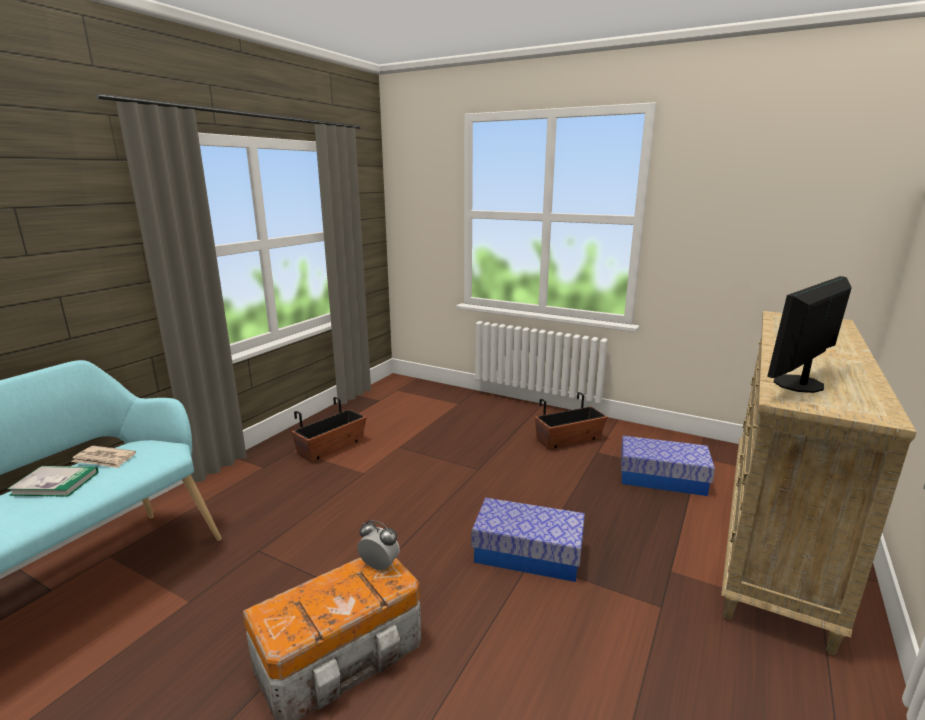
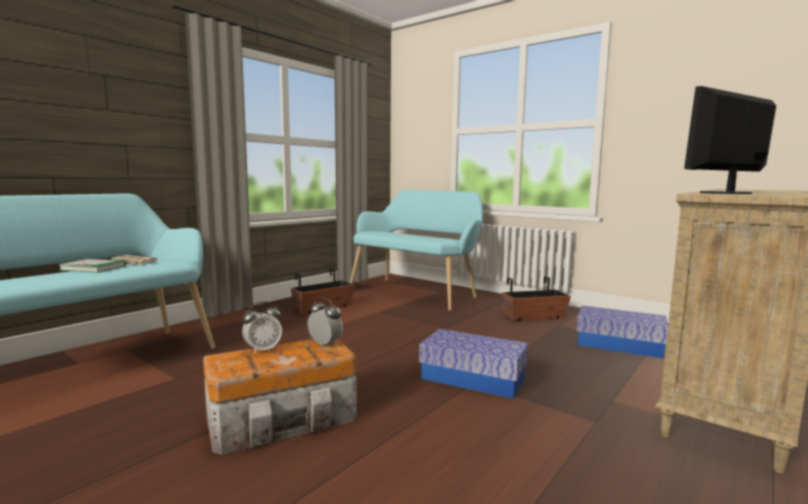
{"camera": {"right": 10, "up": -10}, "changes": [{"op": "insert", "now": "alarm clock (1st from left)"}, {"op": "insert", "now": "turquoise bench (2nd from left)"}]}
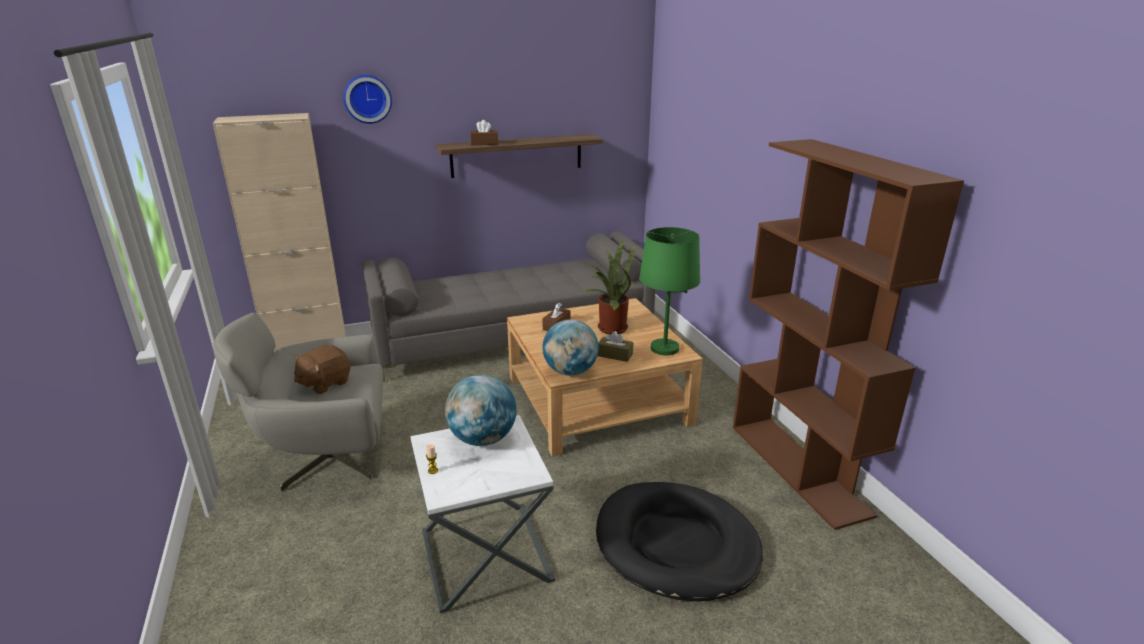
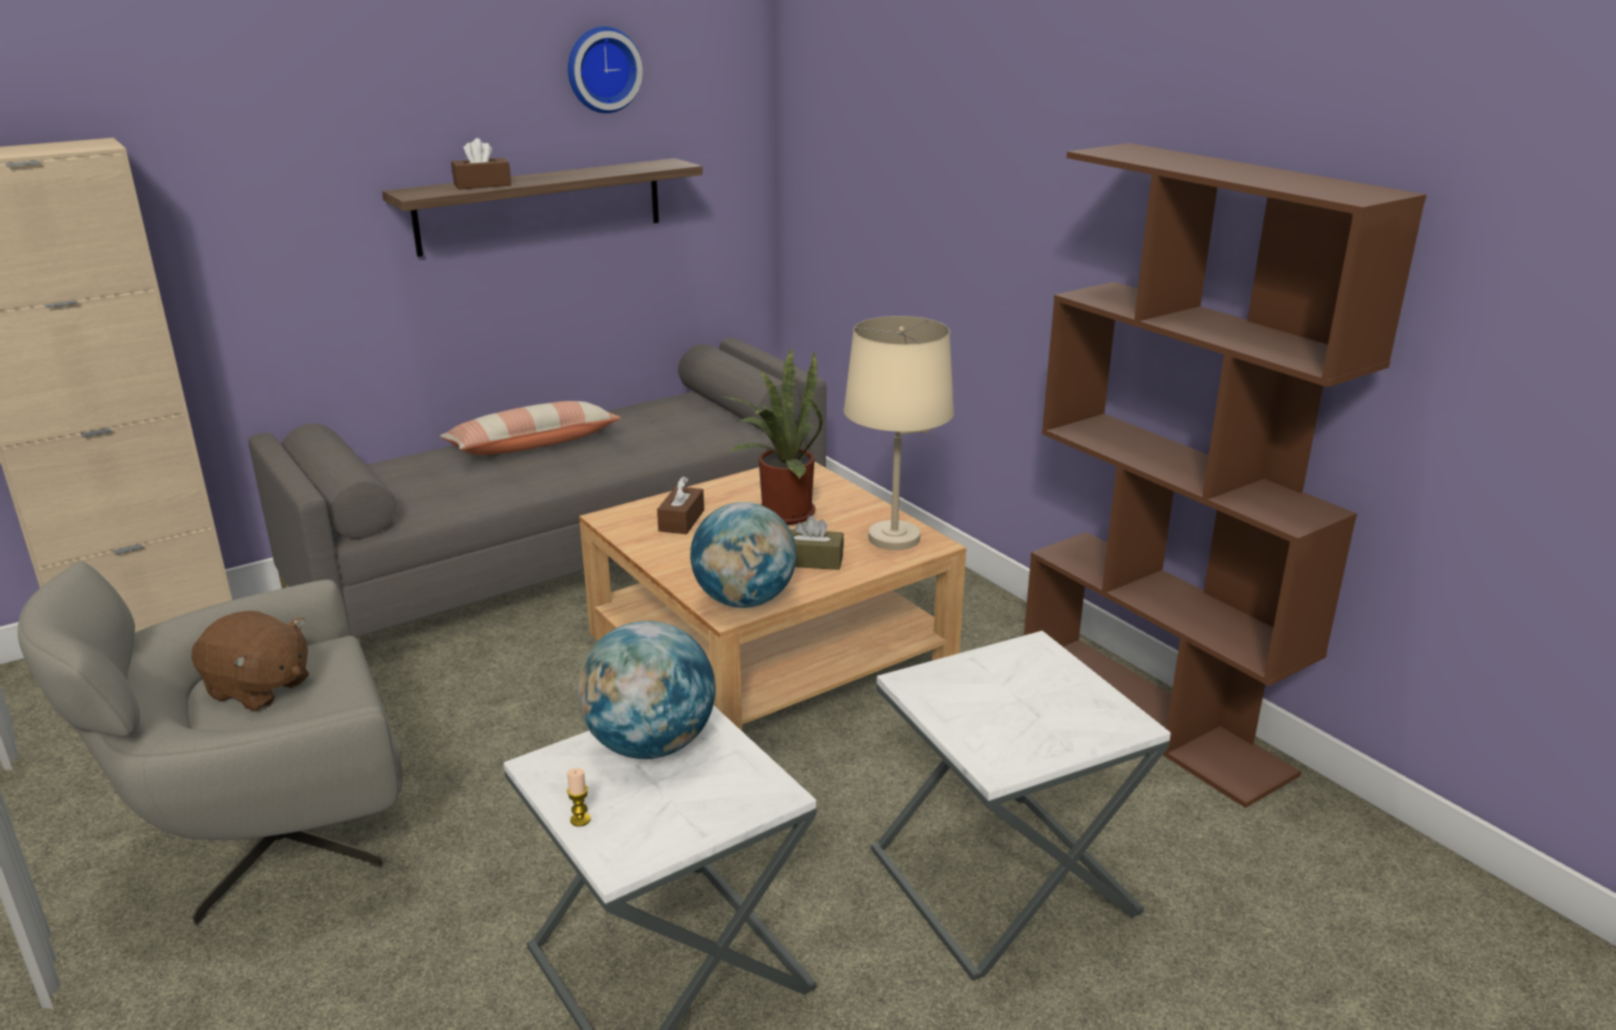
{"camera": {"right": -15, "up": 0}, "changes": [{"op": "rotate", "was": "brown plush toy", "clockwise": -90}, {"op": "insert", "now": "pillow"}, {"op": "move", "was": "wall clock"}, {"op": "recolor", "was": "green table lamp", "now": "beige table lamp"}, {"op": "replace", "was": "black dog bed", "now": "white side table (2nd from left)"}]}
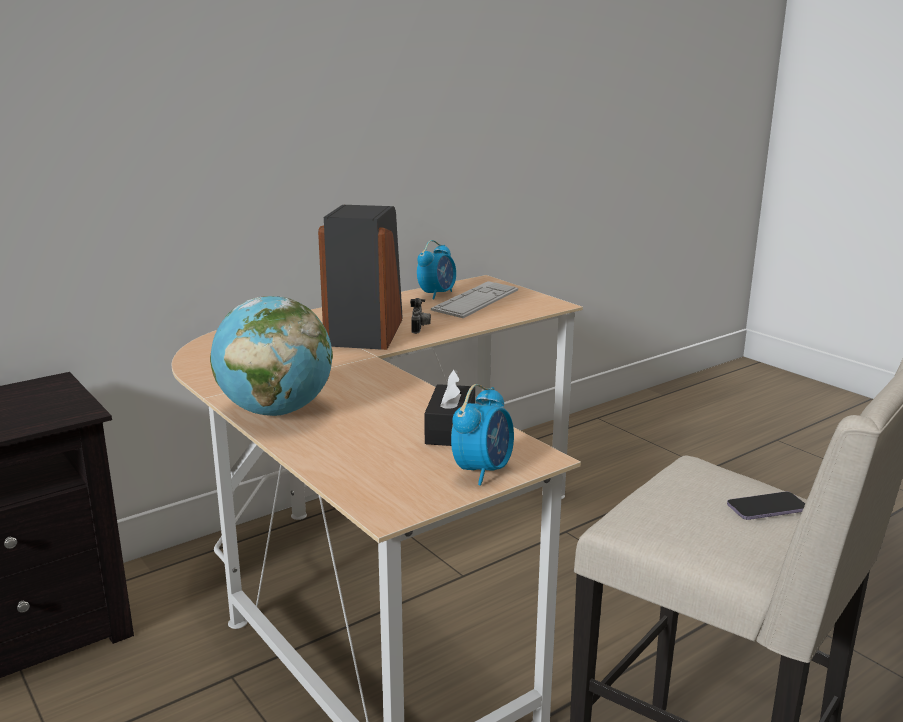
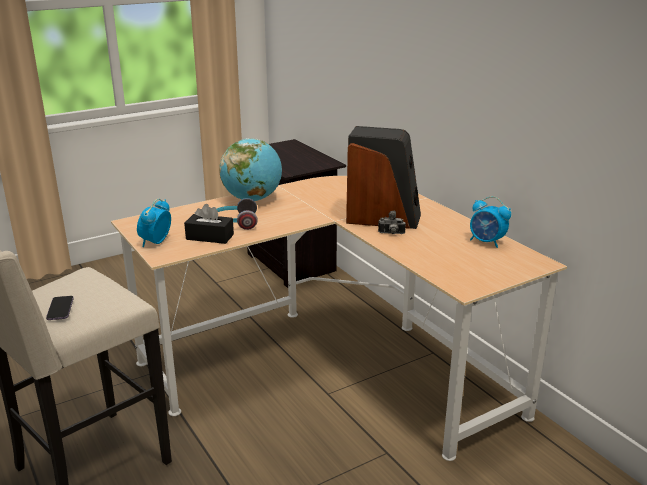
{"camera": {"right": 95, "up": 5}, "changes": [{"op": "rotate", "was": "alarm clock (2nd from left in the first image)", "clockwise": 75}, {"op": "insert", "now": "headphones"}, {"op": "delete", "was": "keyboard"}]}
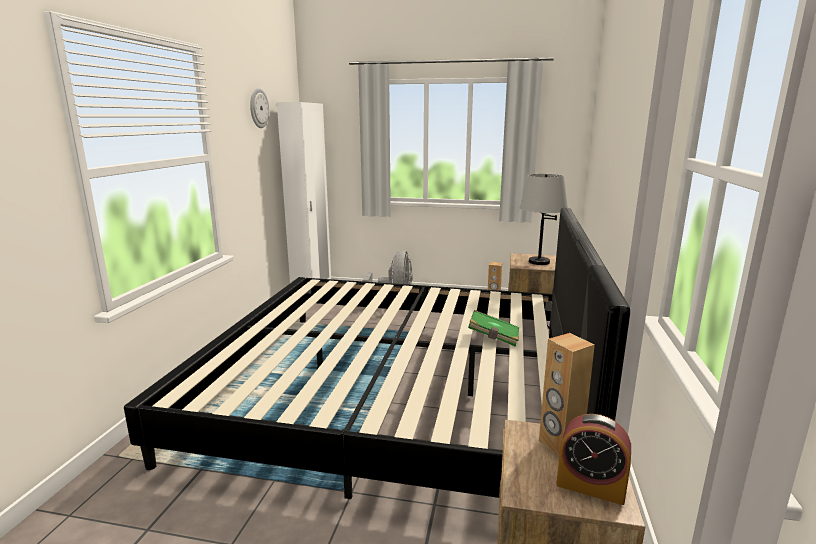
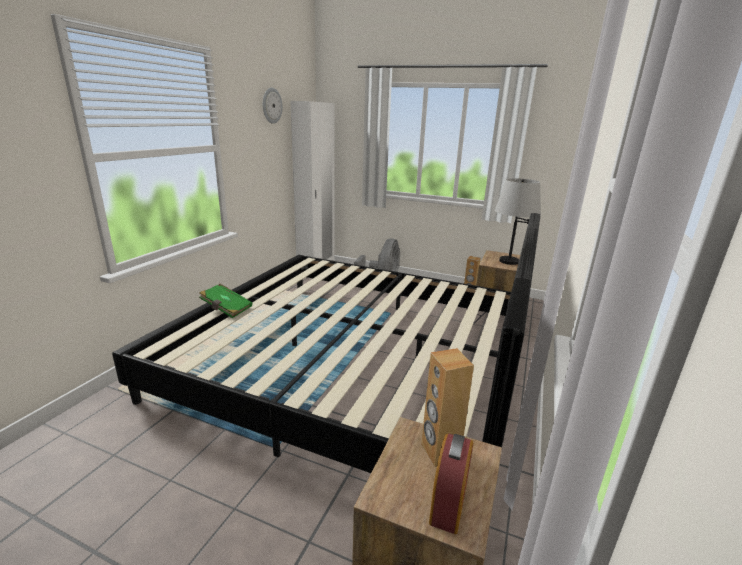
{"camera": {"right": 10, "up": 5}, "changes": [{"op": "move", "was": "green book"}, {"op": "rotate", "was": "alarm clock", "clockwise": -105}]}
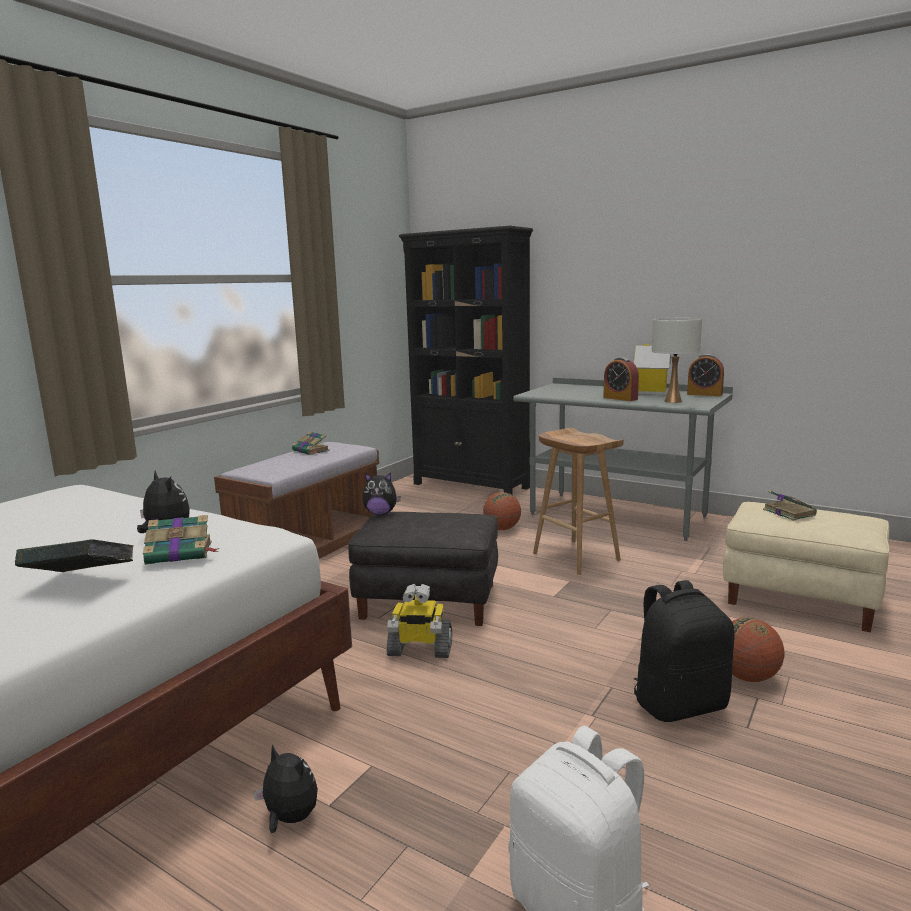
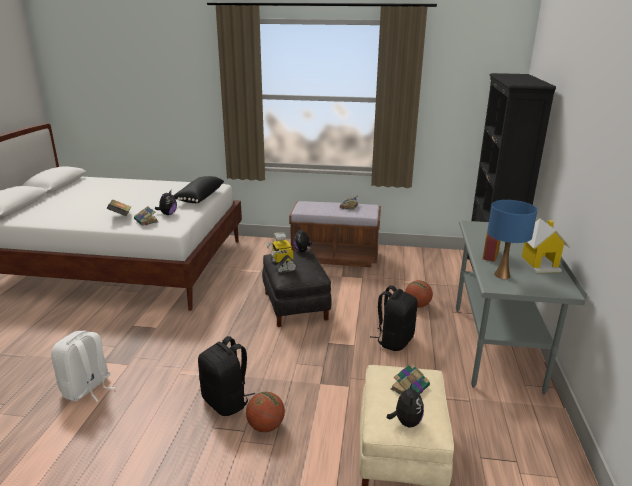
{"camera": {"right": 65, "up": 10}, "changes": [{"op": "insert", "now": "black pillow"}, {"op": "move", "was": "toy robot"}, {"op": "replace", "was": "brown stool", "now": "black backpack (2nd from left)"}, {"op": "move", "was": "plush toy (2nd from left in the first image)", "now": "plush toy (3rd from left)"}, {"op": "recolor", "was": "white table lamp", "now": "blue table lamp"}, {"op": "delete", "was": "alarm clock (2nd from left)"}]}
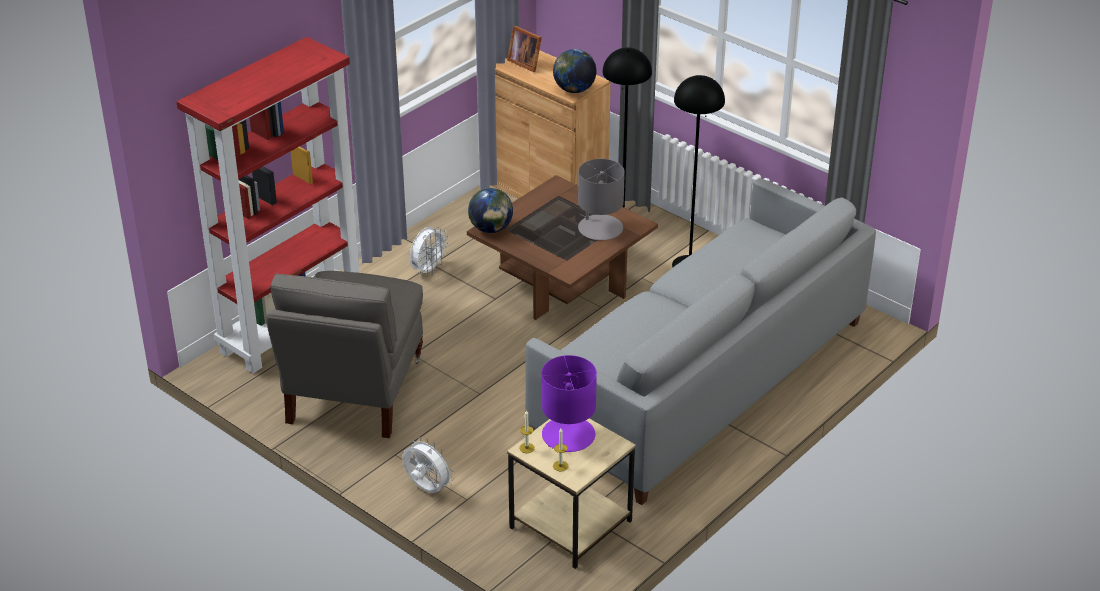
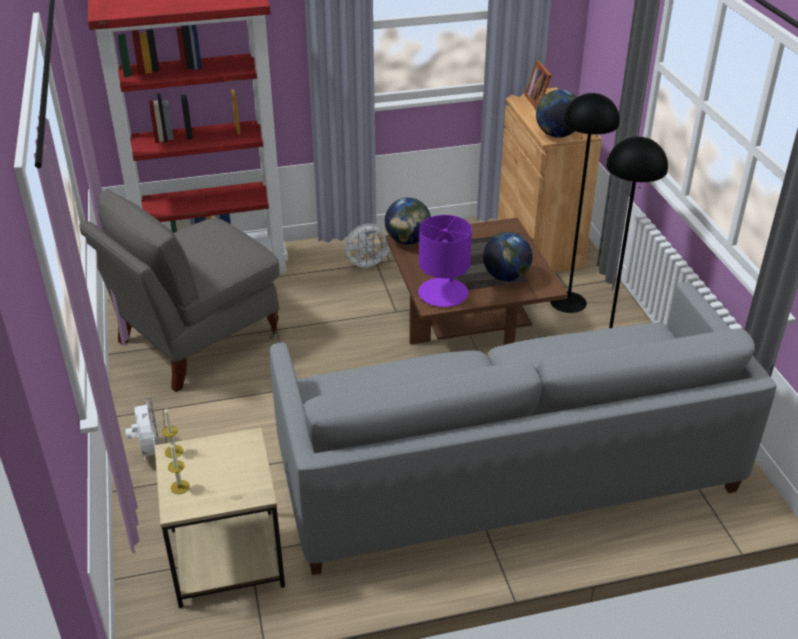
{"camera": {"right": 35, "up": 0}, "changes": [{"op": "move", "was": "purple table lamp"}, {"op": "replace", "was": "grey table lamp", "now": "globe (2nd from left)"}]}
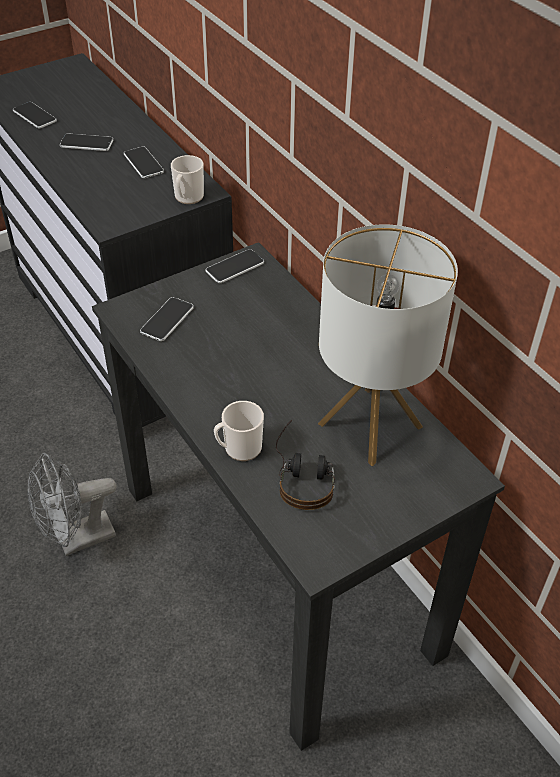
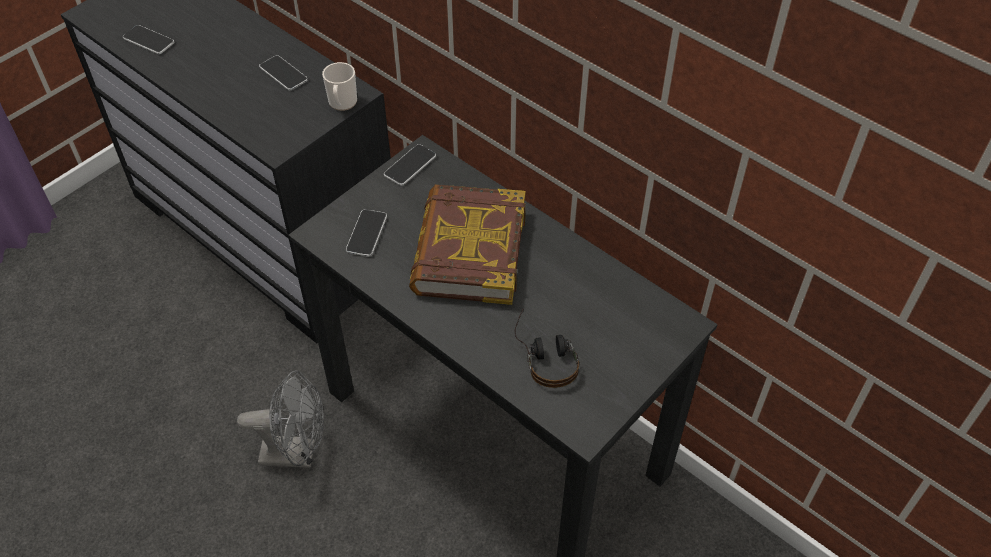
{"camera": {"right": -15, "up": 5}, "changes": [{"op": "rotate", "was": "grey fan", "clockwise": -135}, {"op": "insert", "now": "book"}, {"op": "delete", "was": "phone (2nd from left)"}, {"op": "delete", "was": "mug (2nd from left)"}, {"op": "delete", "was": "table lamp"}]}
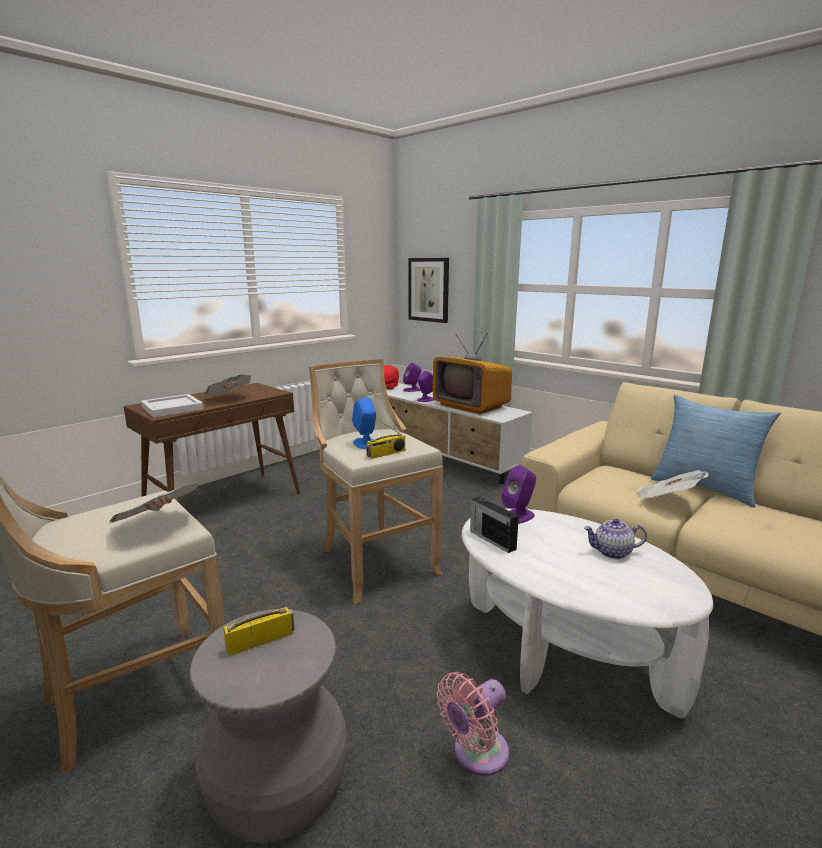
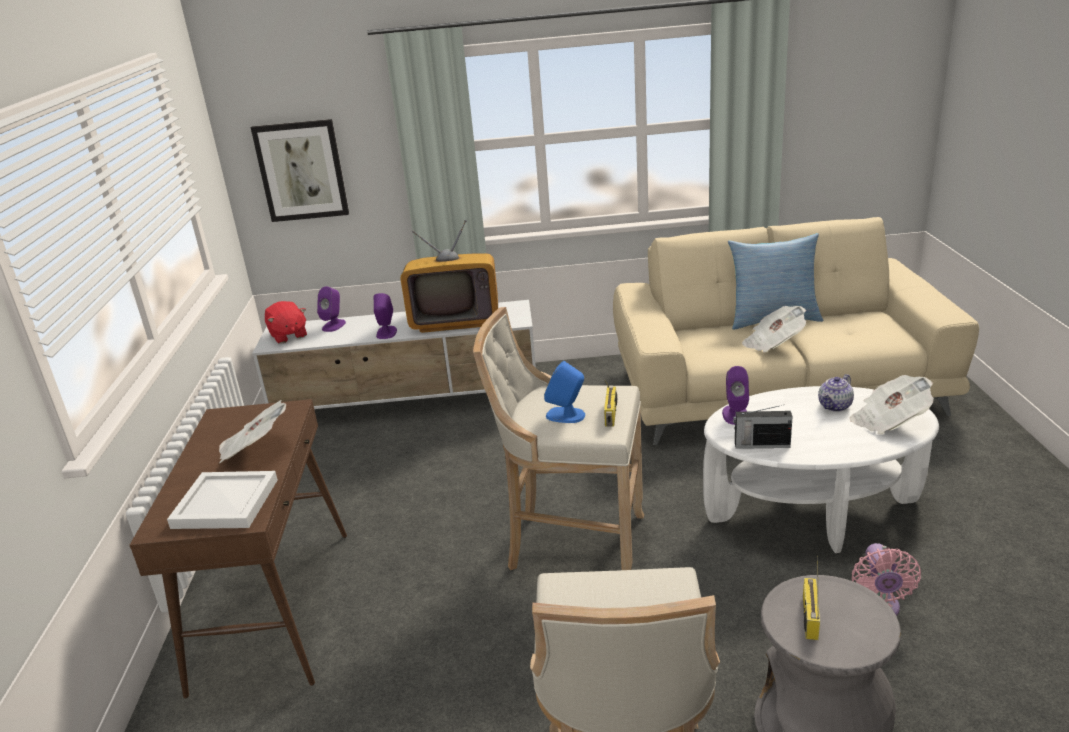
{"camera": {"right": -45, "up": 10}, "changes": [{"op": "move", "was": "newspaper (1st from left in the first image)", "now": "newspaper (3rd from left)"}]}
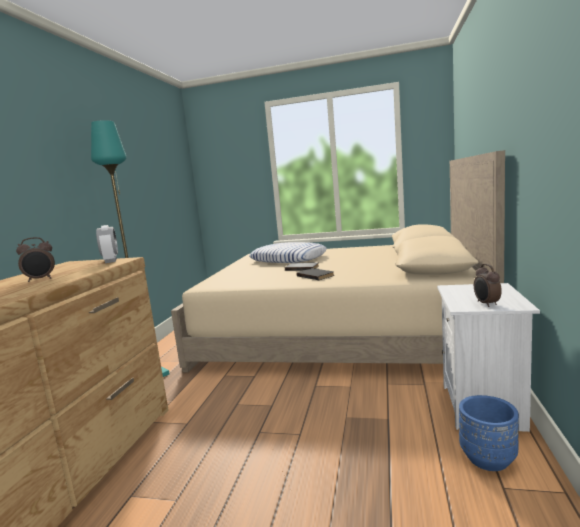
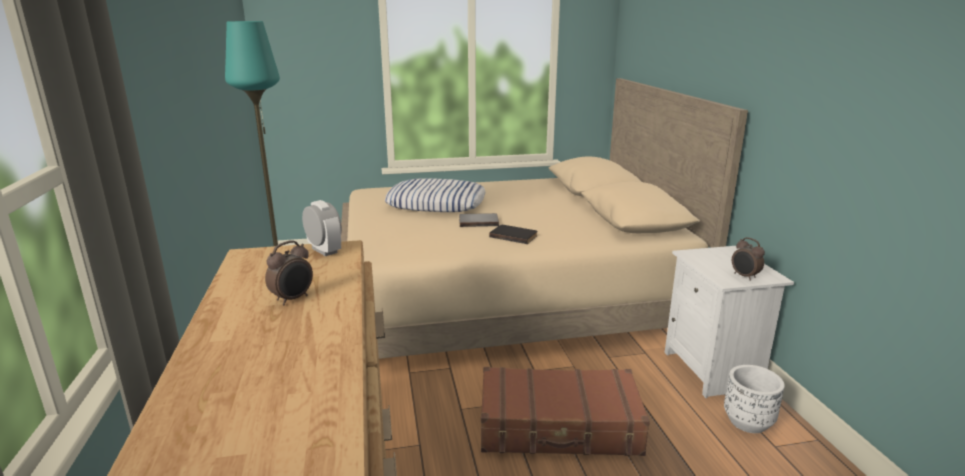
{"camera": {"right": -25, "up": 10}, "changes": [{"op": "insert", "now": "brown suitcase"}, {"op": "recolor", "was": "blue planter", "now": "white planter"}]}
